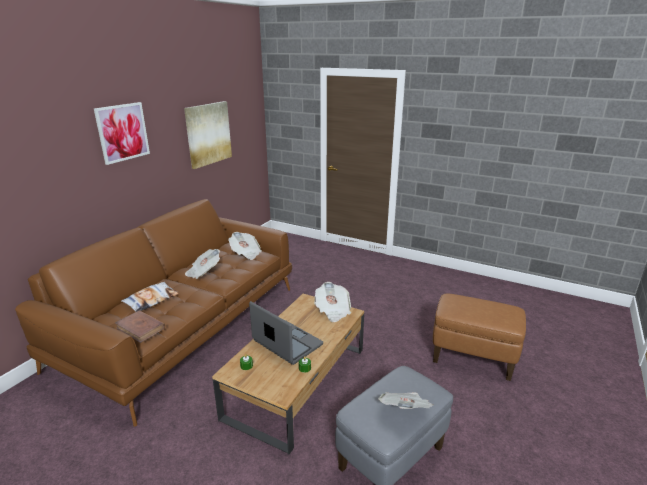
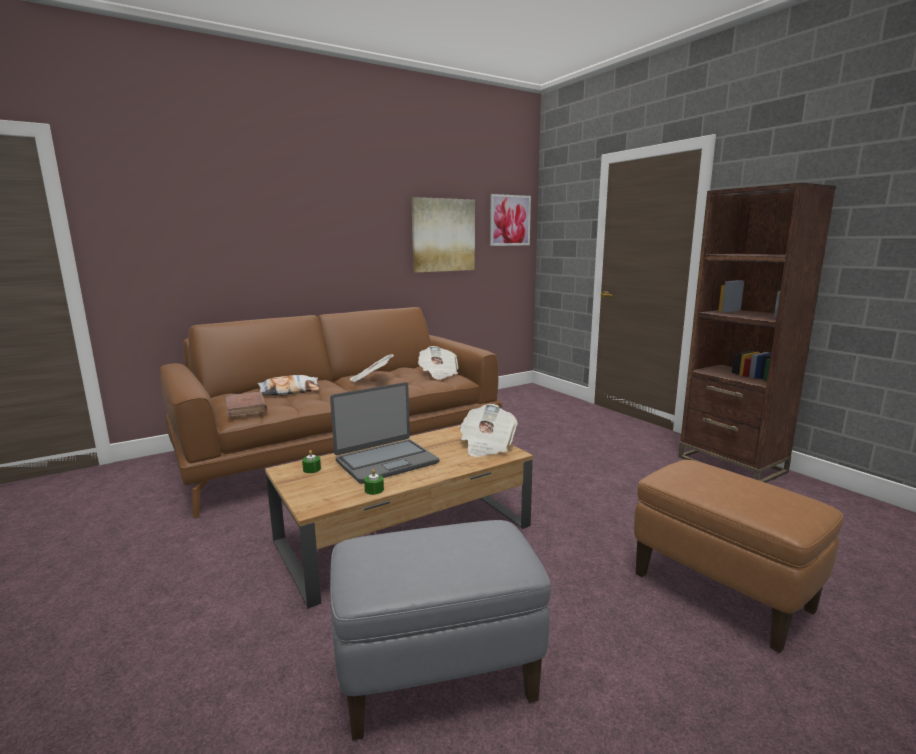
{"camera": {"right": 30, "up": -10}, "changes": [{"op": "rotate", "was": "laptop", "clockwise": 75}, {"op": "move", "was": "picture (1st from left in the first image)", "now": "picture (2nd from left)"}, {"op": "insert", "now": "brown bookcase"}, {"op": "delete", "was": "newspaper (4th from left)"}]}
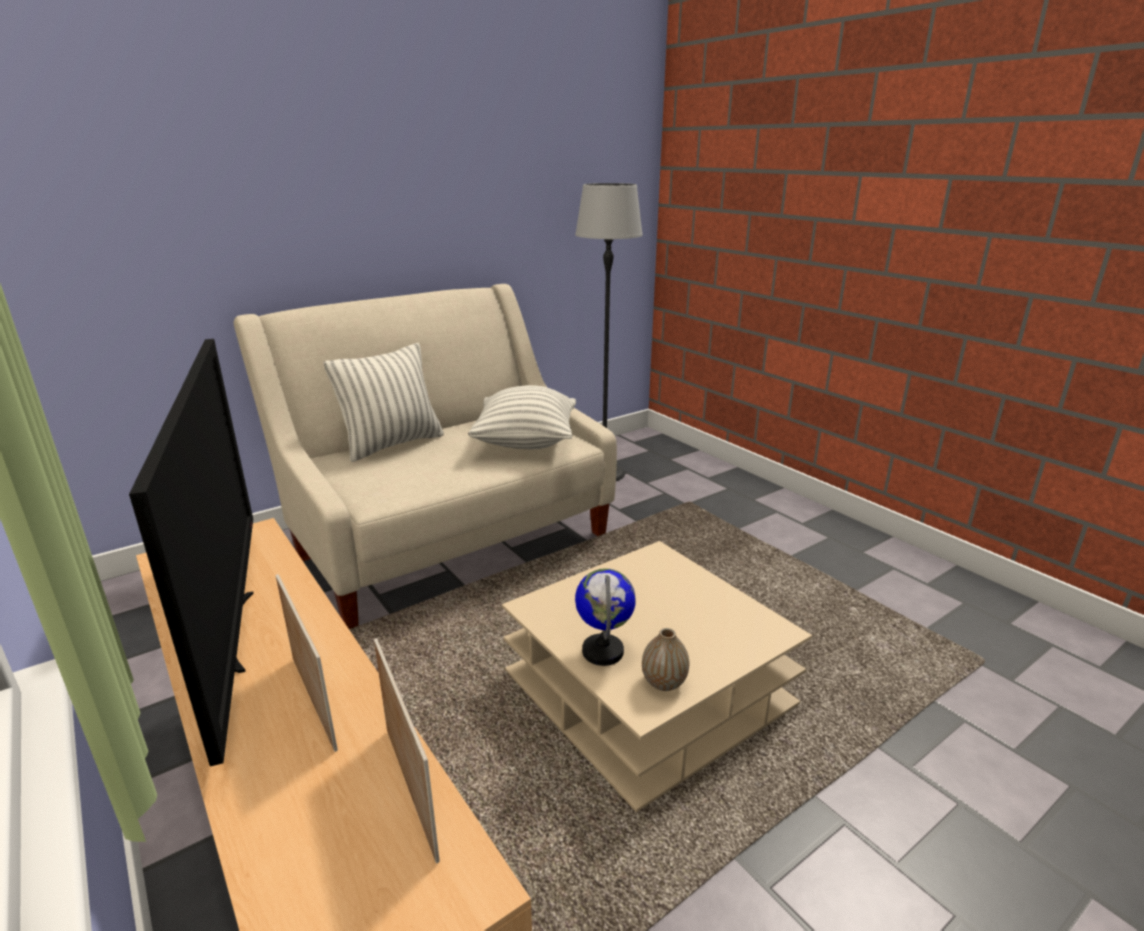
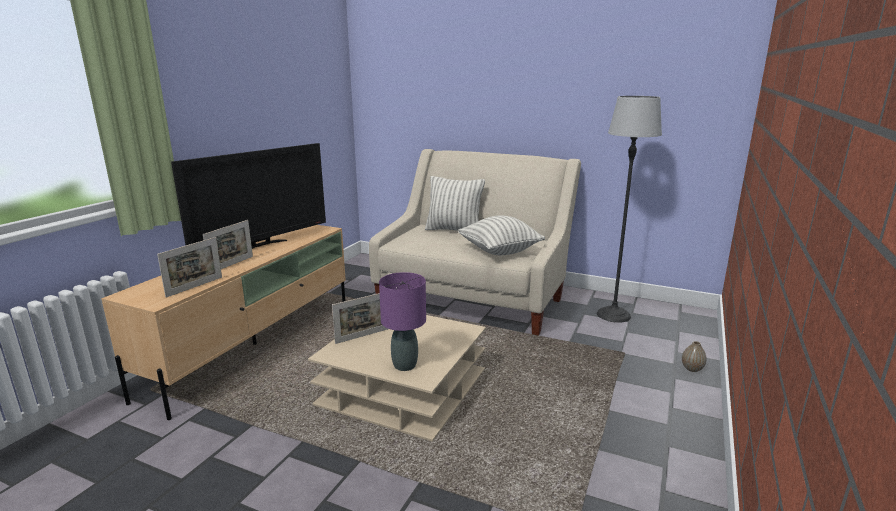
{"camera": {"right": 60, "up": -5}, "changes": [{"op": "replace", "was": "globe", "now": "picture frame (3rd from left)"}, {"op": "insert", "now": "purple table lamp"}, {"op": "move", "was": "vase"}]}
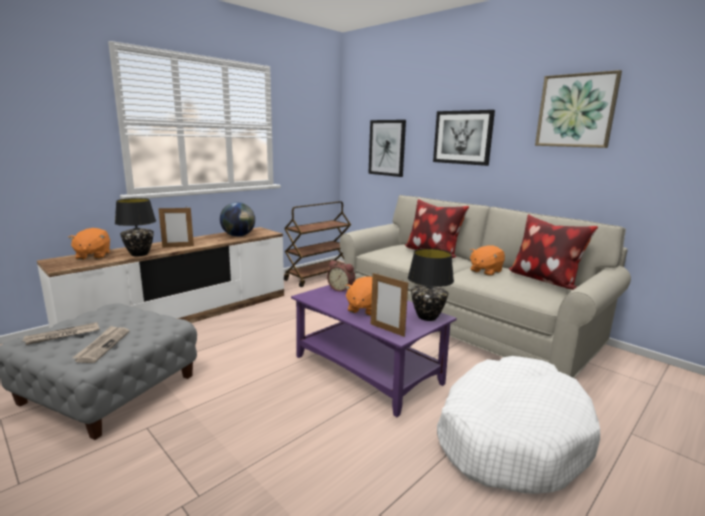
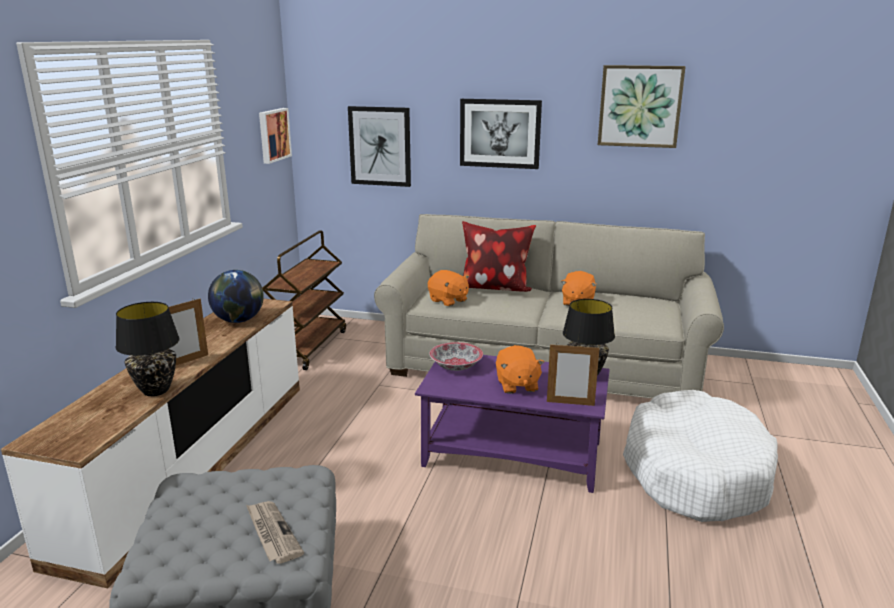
{"camera": {"right": -30, "up": 5}, "changes": [{"op": "insert", "now": "picture (1st from left)"}, {"op": "move", "was": "orange plush toy (1st from left)"}, {"op": "replace", "was": "alarm clock", "now": "bowl"}, {"op": "delete", "was": "newspaper (1st from left)"}, {"op": "delete", "was": "pillow (2nd from left)"}]}
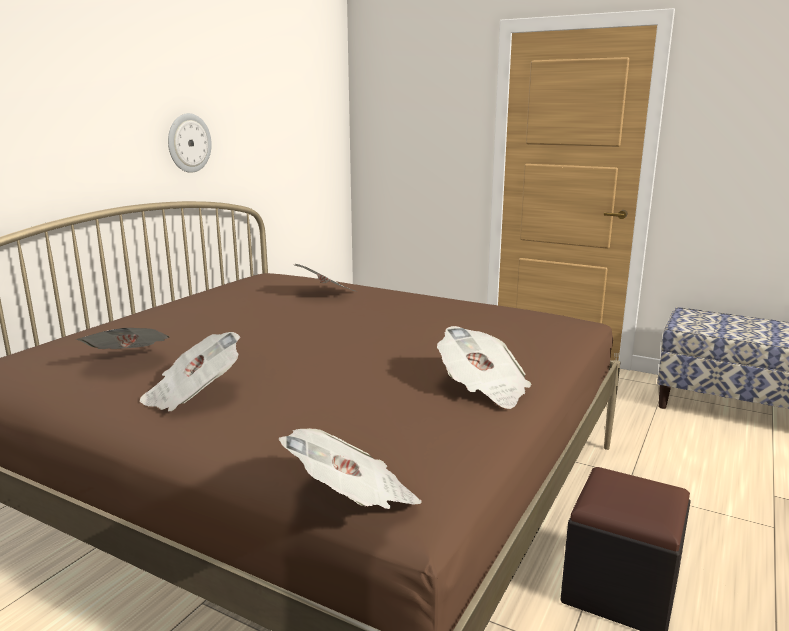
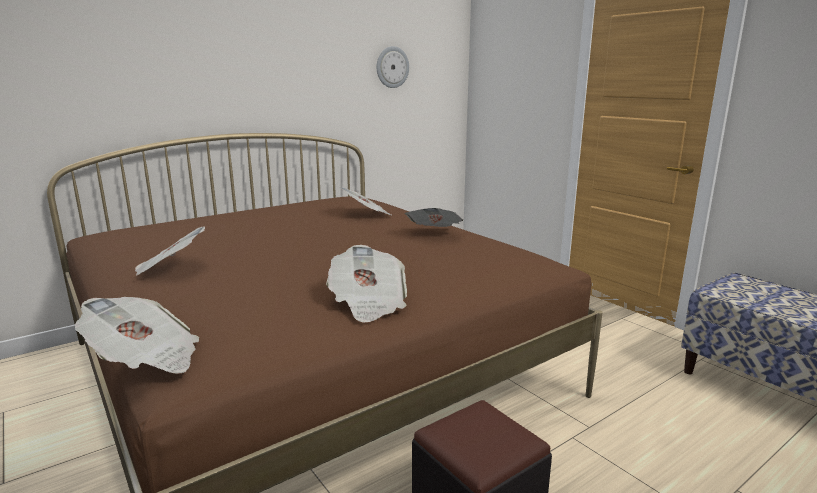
{"camera": {"right": 25, "up": 0}, "changes": [{"op": "move", "was": "wall clock"}, {"op": "move", "was": "newspaper (1st from left in the first image)", "now": "newspaper (5th from left)"}]}
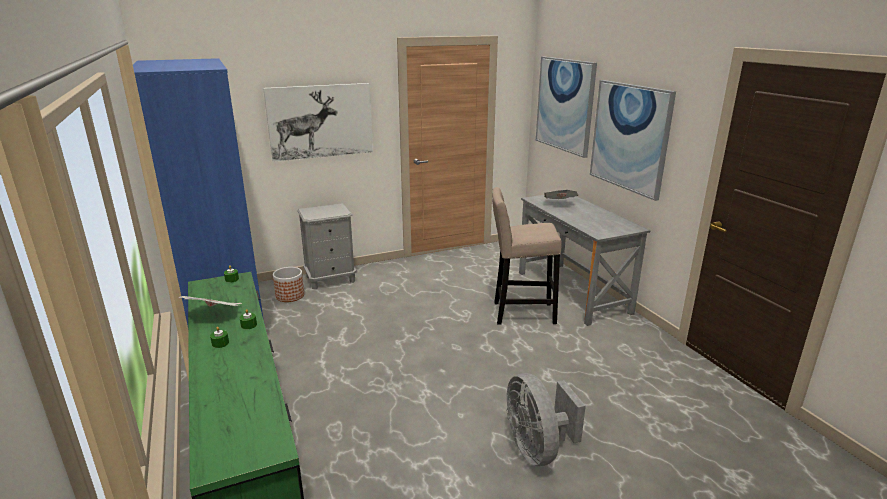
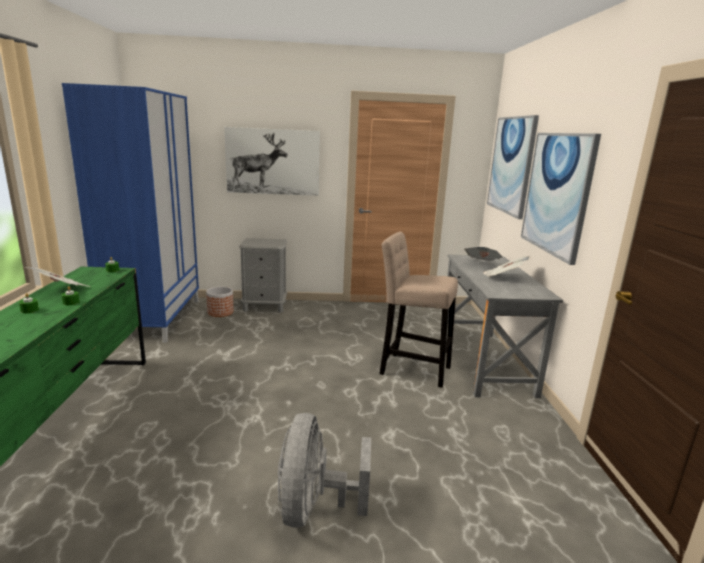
{"camera": {"right": 20, "up": -5}, "changes": [{"op": "insert", "now": "newspaper (3rd from left)"}]}
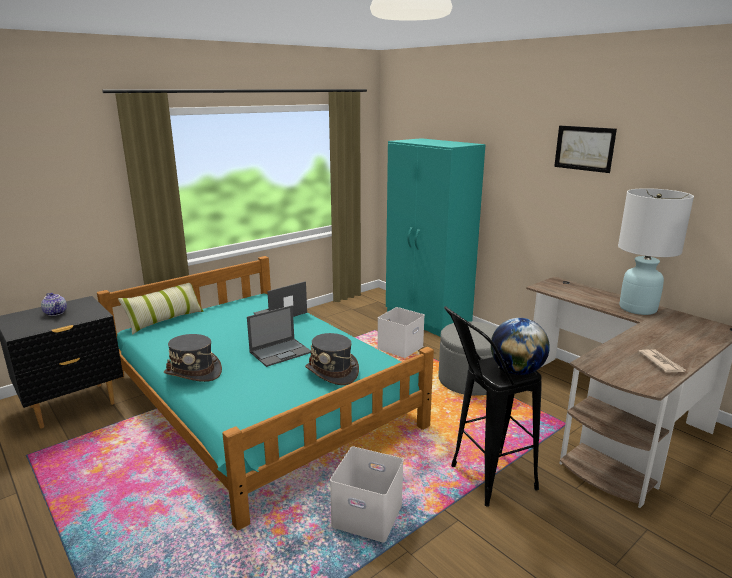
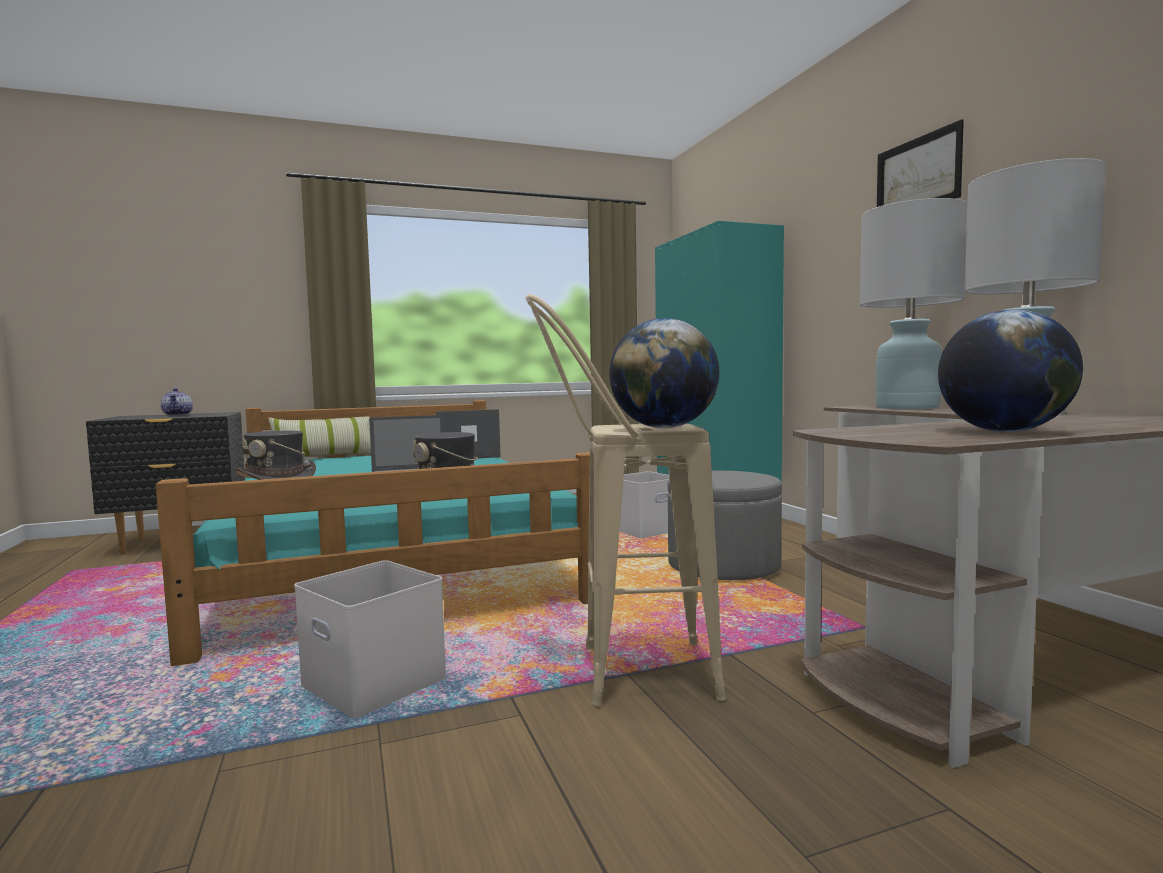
{"camera": {"right": 20, "up": -15}, "changes": [{"op": "recolor", "was": "black stool", "now": "beige stool"}, {"op": "insert", "now": "white table lamp (1st from left)"}, {"op": "replace", "was": "newspaper", "now": "globe (2nd from left)"}]}
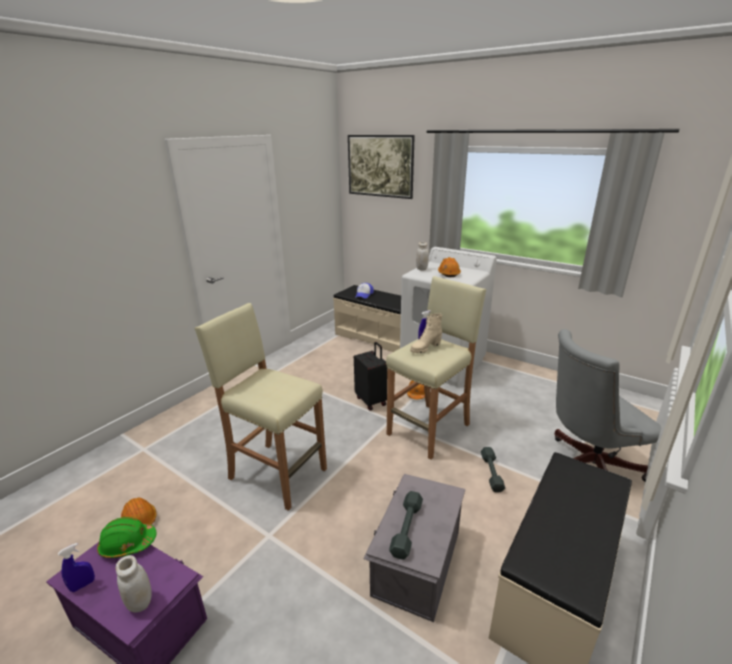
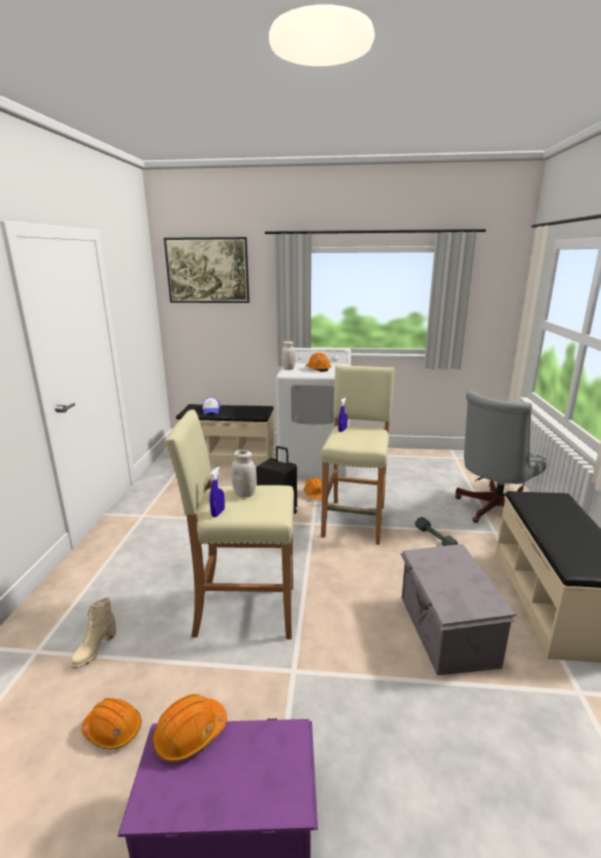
{"camera": {"right": -30, "up": -5}, "changes": [{"op": "move", "was": "beige boot"}, {"op": "recolor", "was": "green hard hat", "now": "orange hard hat (2nd from left)"}, {"op": "move", "was": "blue spray bottle (1st from left)"}, {"op": "move", "was": "white jar (1st from left)"}, {"op": "delete", "was": "grey dumbbell (1st from left)"}]}
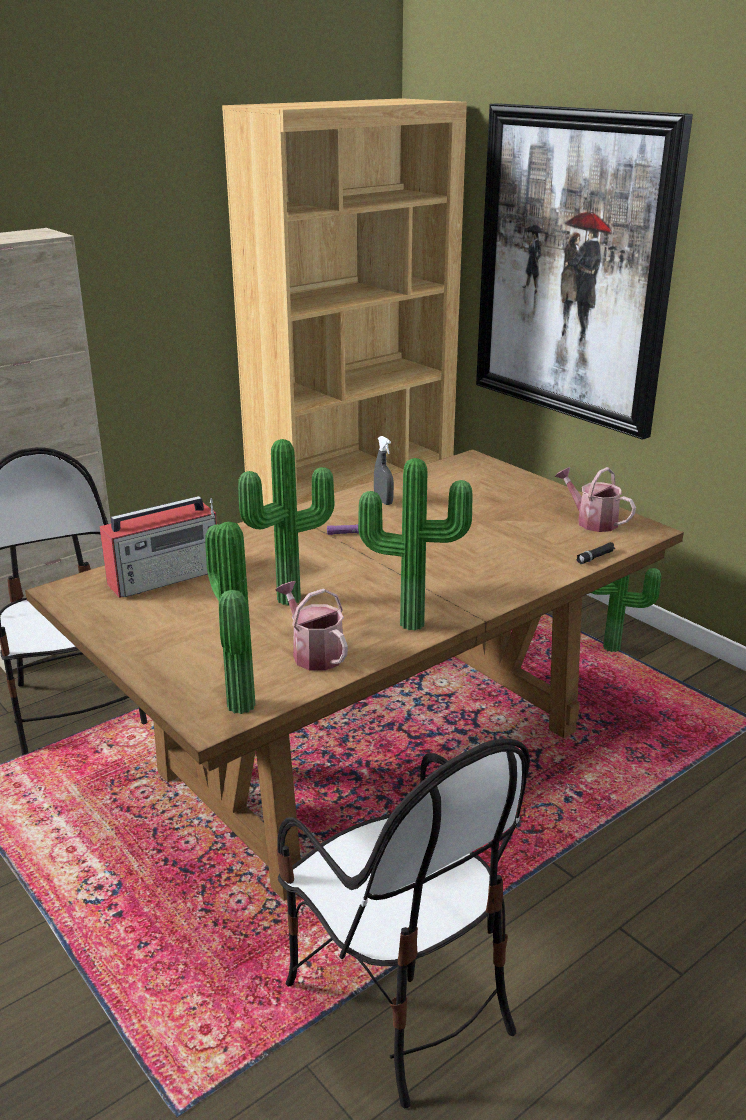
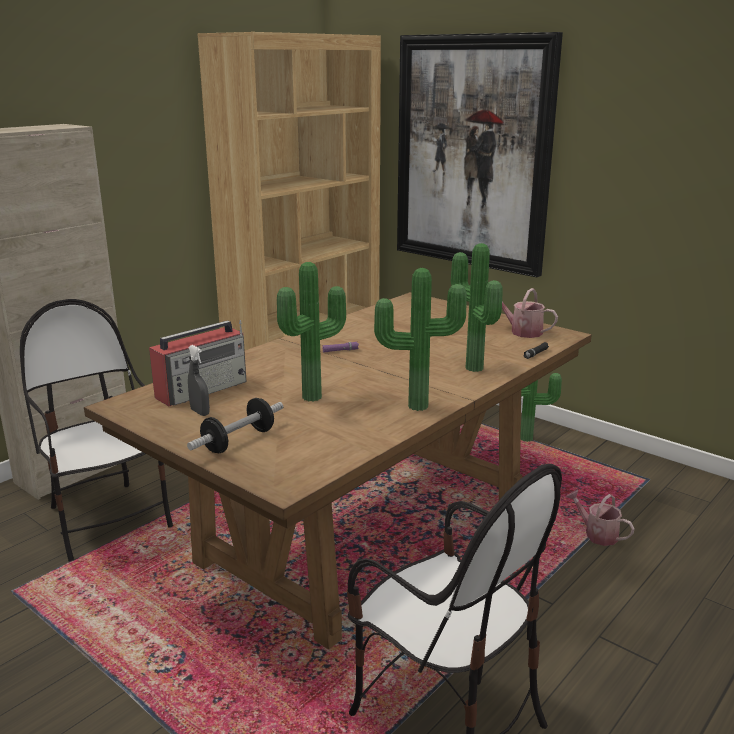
{"camera": {"right": -10, "up": -5}, "changes": [{"op": "insert", "now": "dumbbell"}, {"op": "move", "was": "grey spray bottle"}, {"op": "move", "was": "potted plant (1st from left in the first image)", "now": "potted plant (3rd from left)"}, {"op": "move", "was": "watering can (1st from left in the first image)", "now": "watering can (2nd from left)"}]}
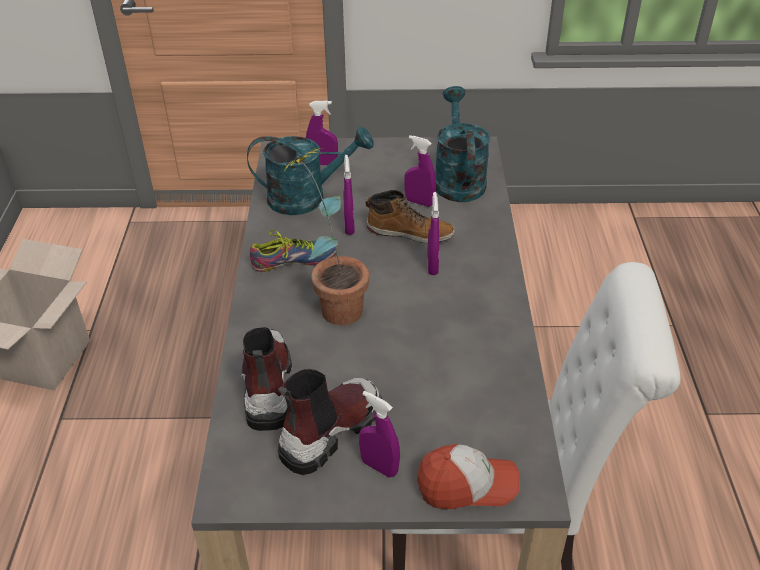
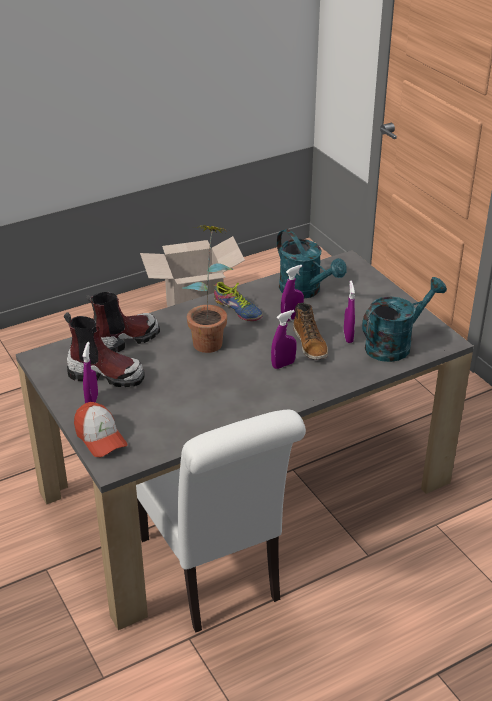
{"camera": {"right": 60, "up": -5}, "changes": [{"op": "delete", "was": "purple spray bottle (1st from left)"}]}
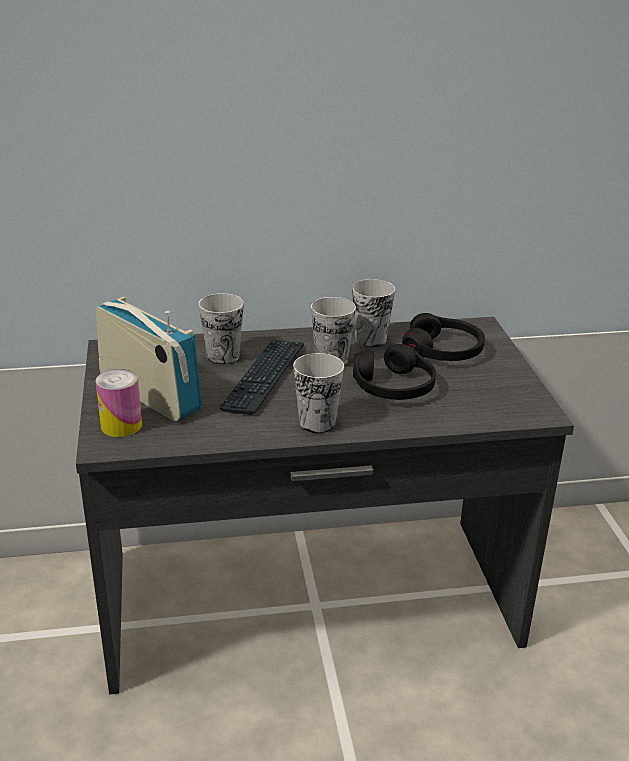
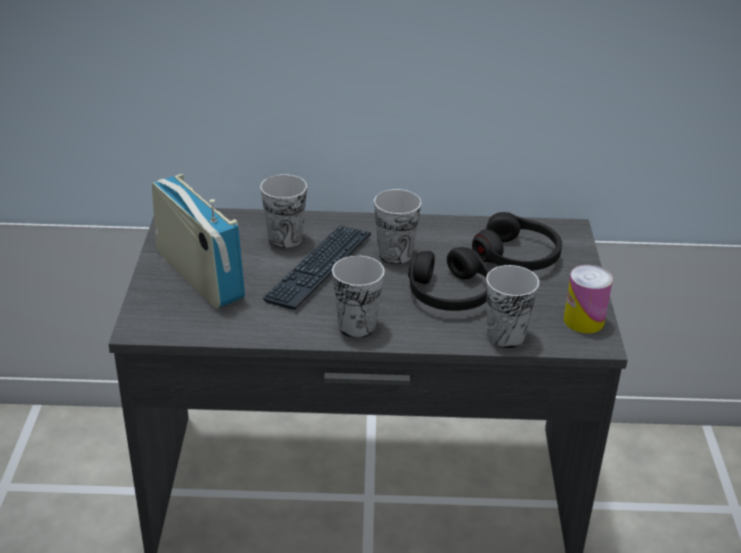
{"camera": {"right": 10, "up": 5}, "changes": [{"op": "move", "was": "cup (4th from left)"}, {"op": "move", "was": "can"}]}
